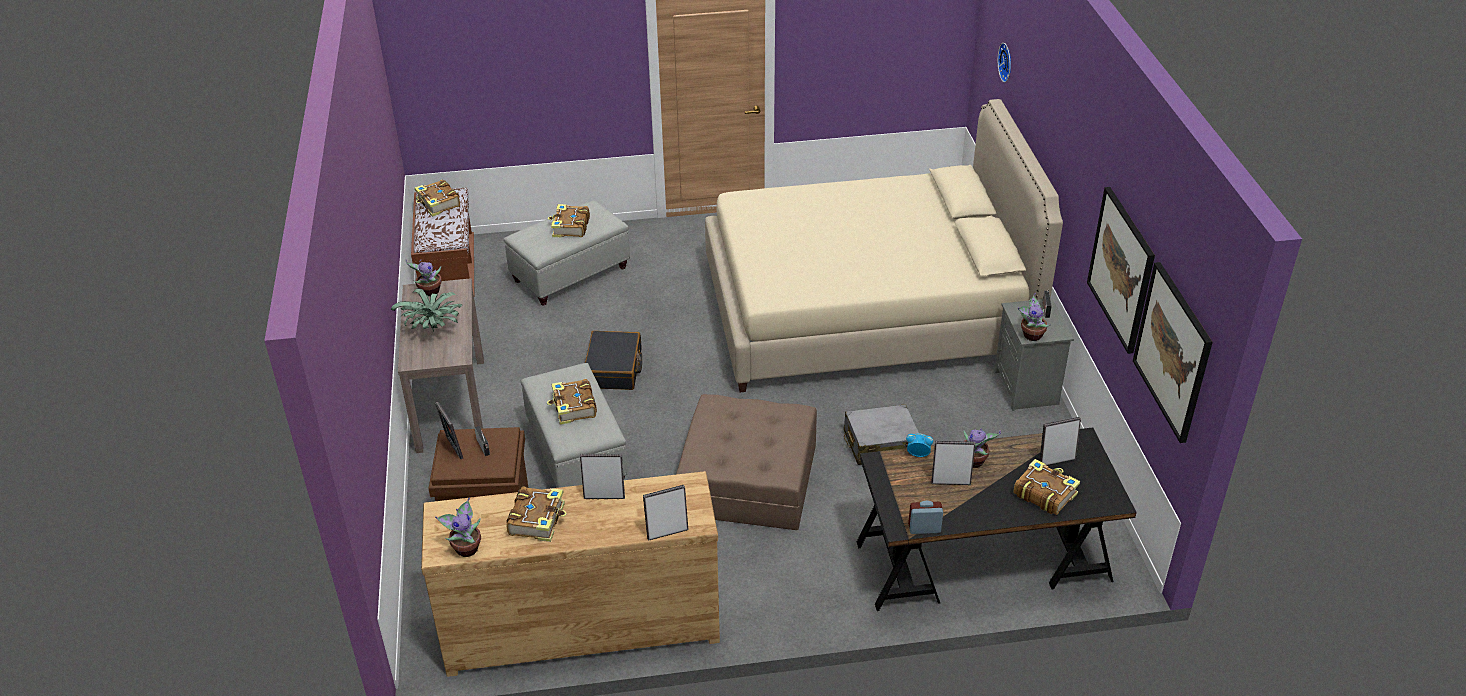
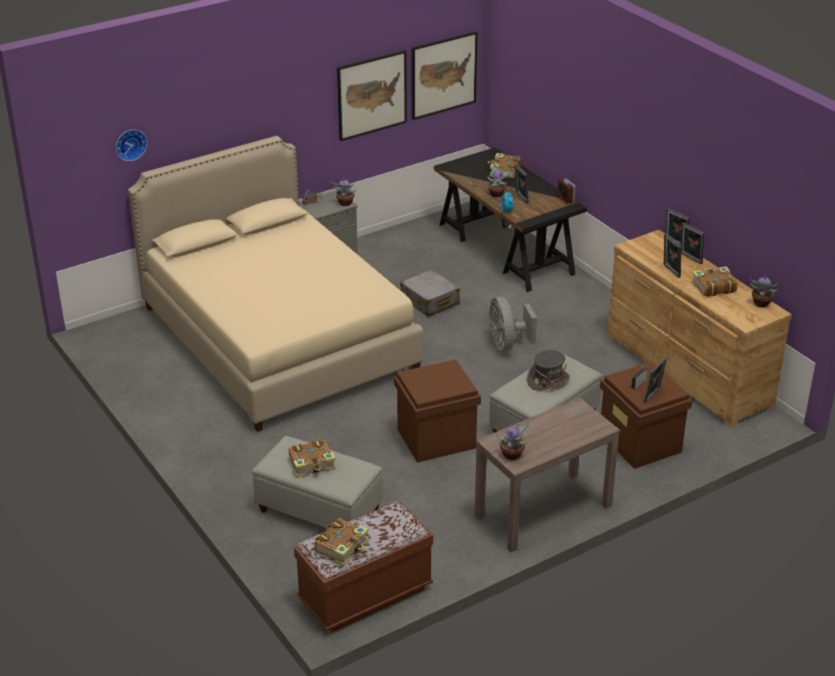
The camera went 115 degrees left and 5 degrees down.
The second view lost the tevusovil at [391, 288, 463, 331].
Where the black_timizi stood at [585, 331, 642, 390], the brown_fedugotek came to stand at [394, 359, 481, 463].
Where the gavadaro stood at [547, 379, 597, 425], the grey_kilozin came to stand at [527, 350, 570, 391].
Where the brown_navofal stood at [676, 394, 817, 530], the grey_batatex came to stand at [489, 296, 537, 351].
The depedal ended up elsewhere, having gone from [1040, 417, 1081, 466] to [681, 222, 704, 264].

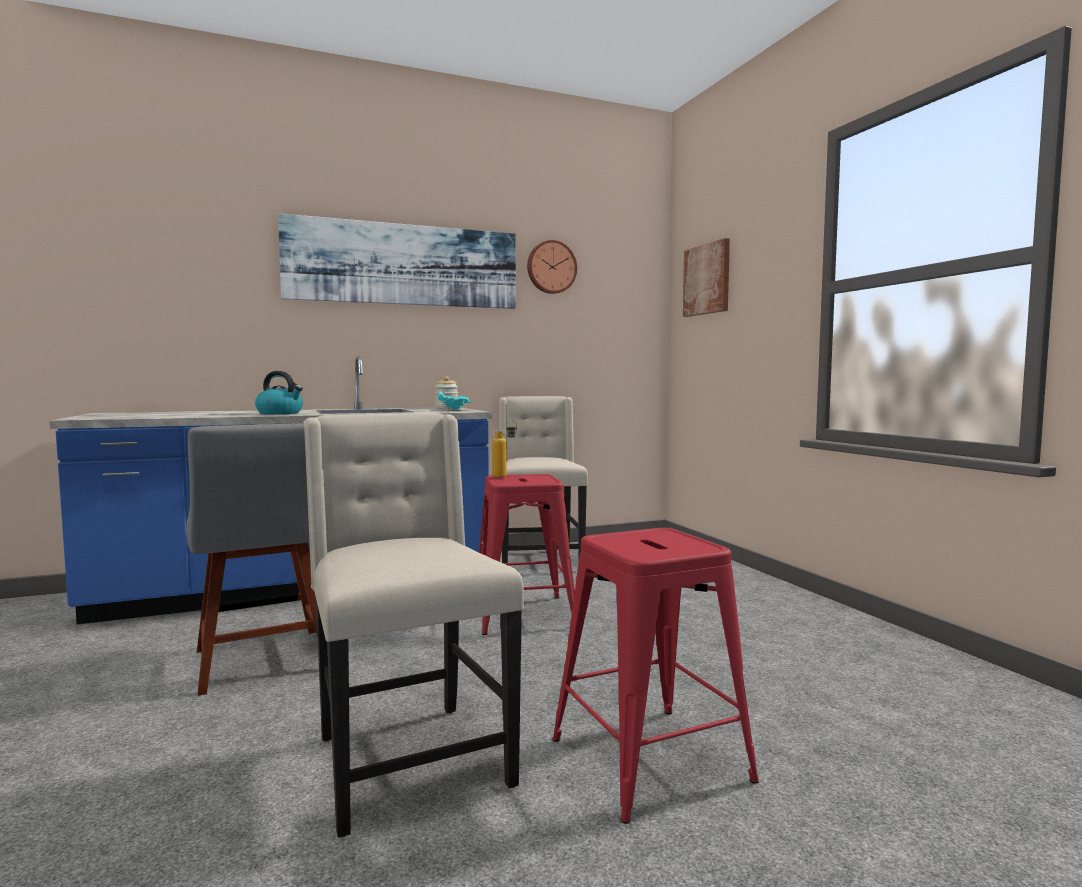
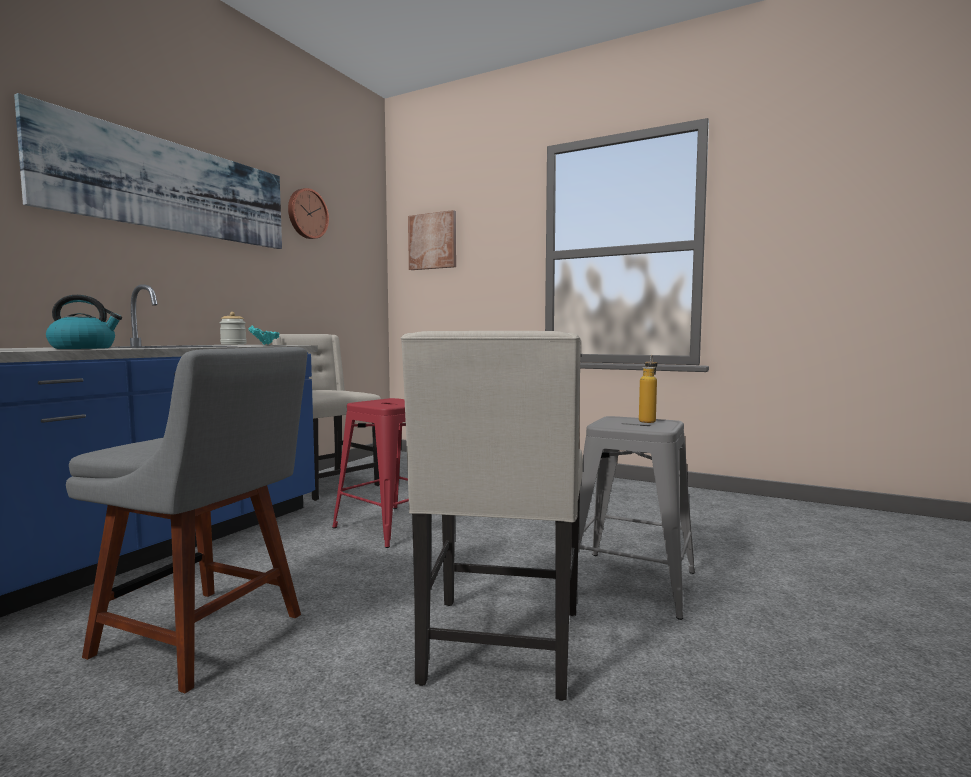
The camera went 40 degrees left and 0 degrees up.
The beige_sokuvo at [303, 413, 524, 838] ended up facing another way, 105 degrees counterclockwise from before.
The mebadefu ended up elsewhere, having gone from [492, 420, 517, 478] to [639, 355, 657, 423].
What was the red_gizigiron at [552, 528, 759, 824] turned into the grey_gizigiron at [578, 416, 695, 620].

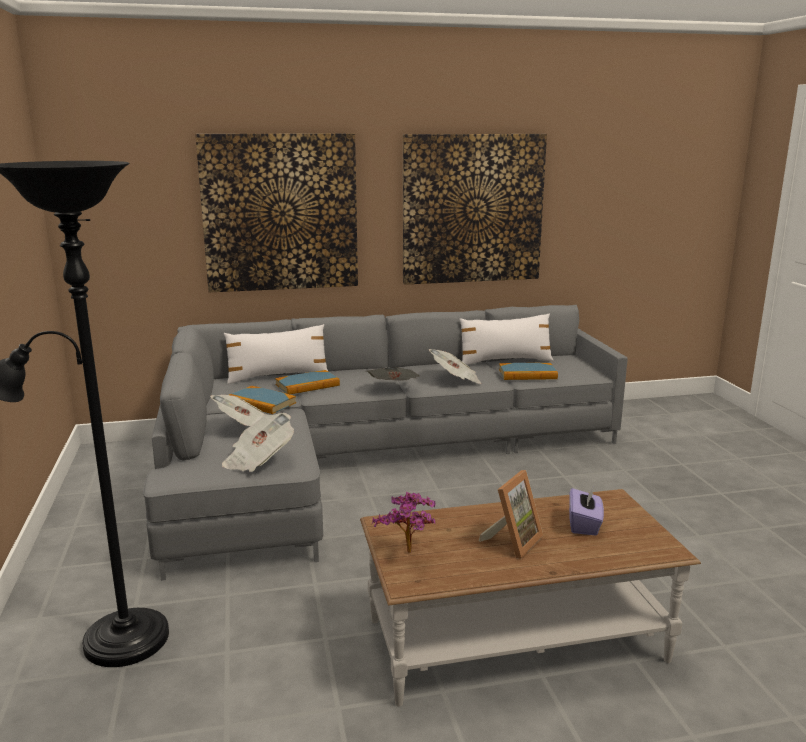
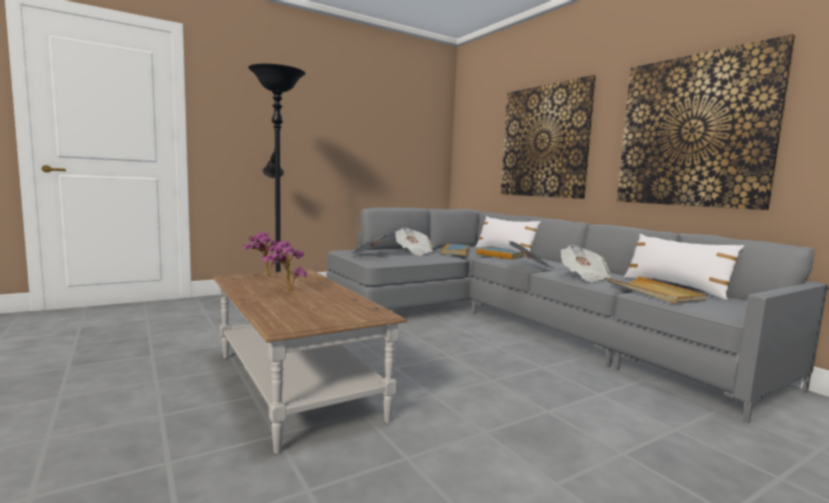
The camera went 70 degrees right and 10 degrees down.
Where the gavadaro stood at [499, 363, 558, 380], the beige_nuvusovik came to stand at [606, 276, 707, 304].
Where the depedal stood at [479, 470, 543, 558], the tevusovil came to stand at [262, 241, 307, 292].
The second view lost the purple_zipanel at [569, 487, 604, 536].

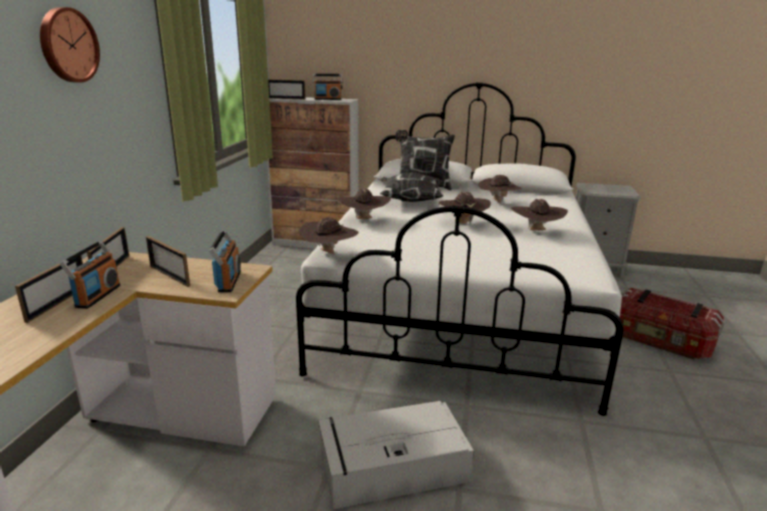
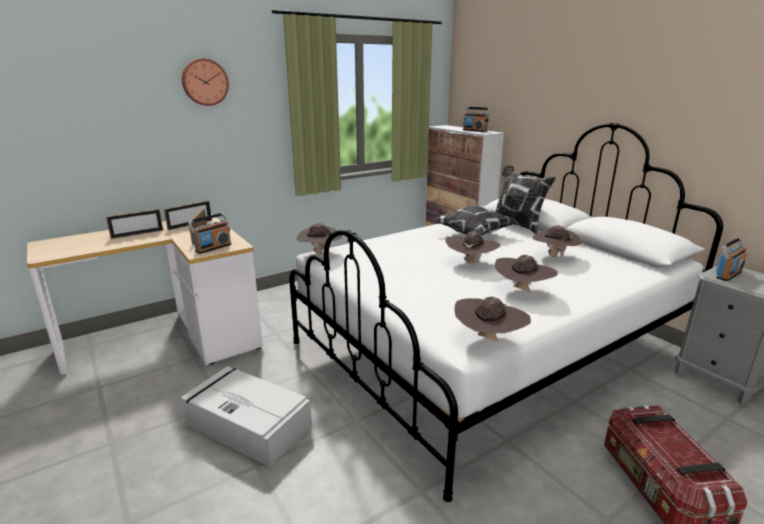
The camera went 45 degrees right and 0 degrees up.
The second view lost the depedal at [268, 79, 306, 99].
The brown_kilozin ended up elsewhere, having gone from [337, 189, 391, 219] to [454, 296, 531, 342].
The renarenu ended up elsewhere, having gone from [60, 241, 120, 309] to [716, 238, 747, 281].

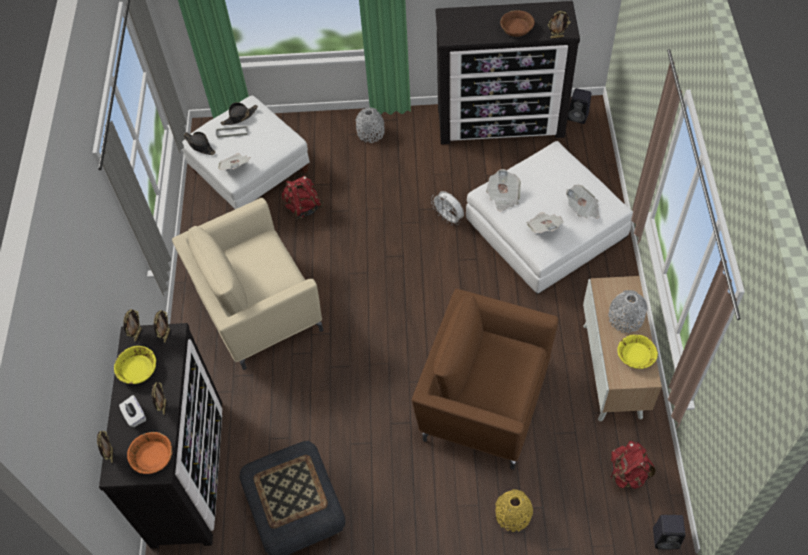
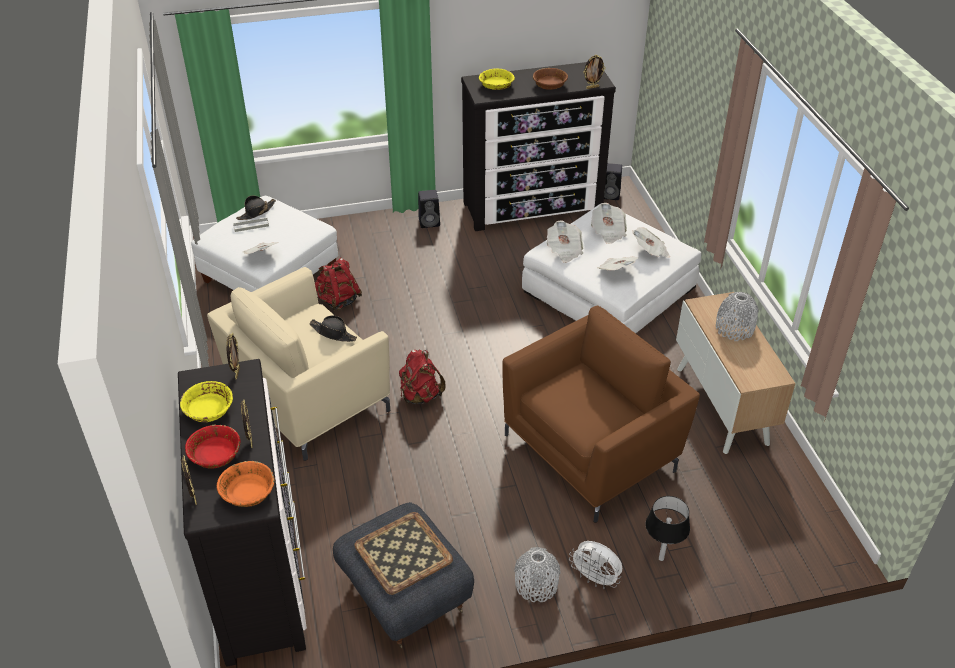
The camera went 15 degrees left and 15 degrees down.
The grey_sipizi ended up elsewhere, having gone from [355, 107, 384, 143] to [514, 547, 561, 602].
The black_kilozin ended up elsewhere, having gone from [184, 132, 215, 155] to [309, 315, 357, 342].
The white_batatex ended up elsewhere, having gone from [431, 191, 464, 225] to [569, 541, 622, 589].
The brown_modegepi at [412, 289, 558, 470] ended up facing another way, 135 degrees clockwise from before.
The second view lost the depedal at [123, 309, 142, 341].
The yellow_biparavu ended up elsewhere, having gone from [617, 334, 658, 369] to [479, 68, 515, 90].
Where the white_zipanel stood at [119, 395, 146, 427], the red_biparavu came to stand at [185, 425, 241, 469].
The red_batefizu ended up elsewhere, having gone from [610, 441, 656, 489] to [399, 349, 446, 404].
Where the yellow_sipizi stood at [496, 489, 533, 532], the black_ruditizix came to stand at [646, 496, 690, 561].
The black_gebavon ended up elsewhere, having gone from [653, 515, 685, 550] to [418, 190, 440, 228].
The second view gained the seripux at [591, 203, 627, 244].

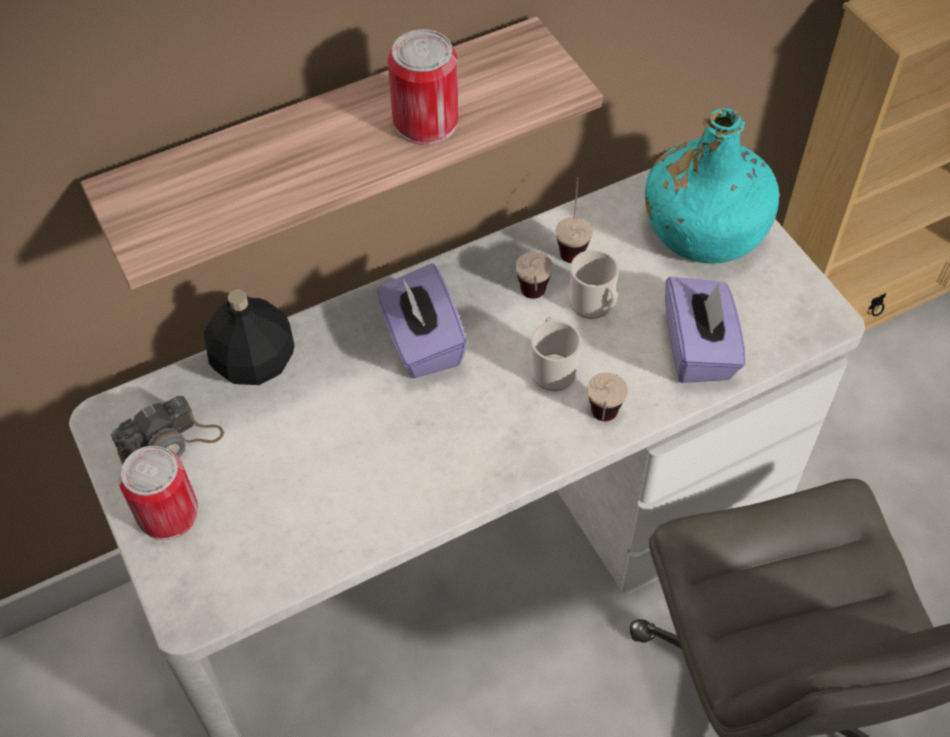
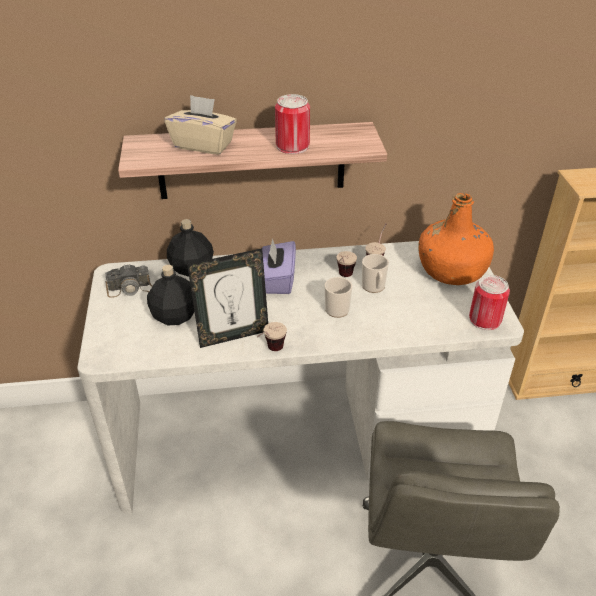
The camera went 20 degrees right and 15 degrees down.
What was the turquoise_mebadefu at [645, 108, 779, 264] turned into the orange_mebadefu at [418, 193, 494, 285].
The second view lost the purple_zipanel at [665, 276, 745, 383].
The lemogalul ended up elsewhere, having gone from [587, 372, 628, 421] to [257, 322, 287, 351].
The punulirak ended up elsewhere, having gone from [119, 446, 198, 540] to [469, 275, 510, 330].
The second view gained the beige_zipanel at [165, 95, 237, 155].
The second view gained the depedal at [187, 248, 268, 348].
The second view gained the black_mebadefu at [147, 265, 194, 325].

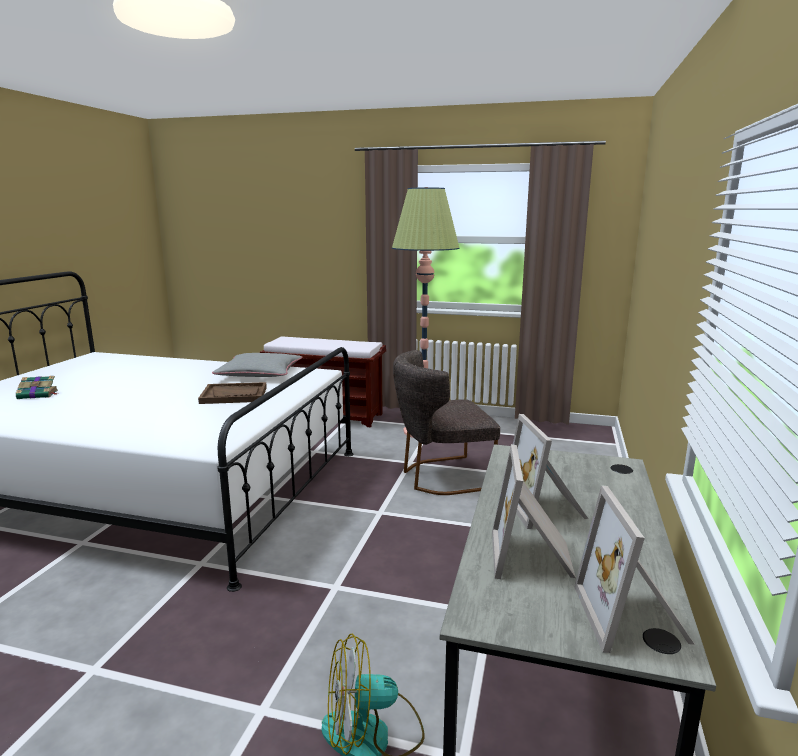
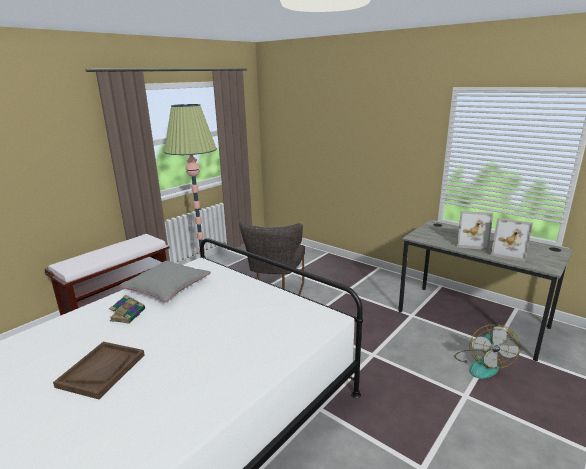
The camera went 65 degrees left and 5 degrees up.
The gavadaro ended up elsewhere, having gone from [16, 376, 58, 399] to [109, 295, 145, 324].
The brown_nuvusovik ended up elsewhere, having gone from [198, 382, 267, 404] to [53, 342, 145, 399].
The second view lost the depedal at [574, 485, 695, 653].

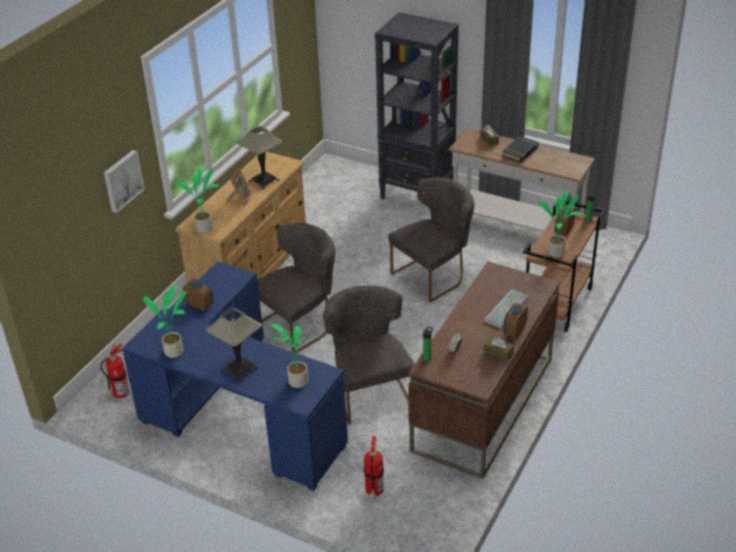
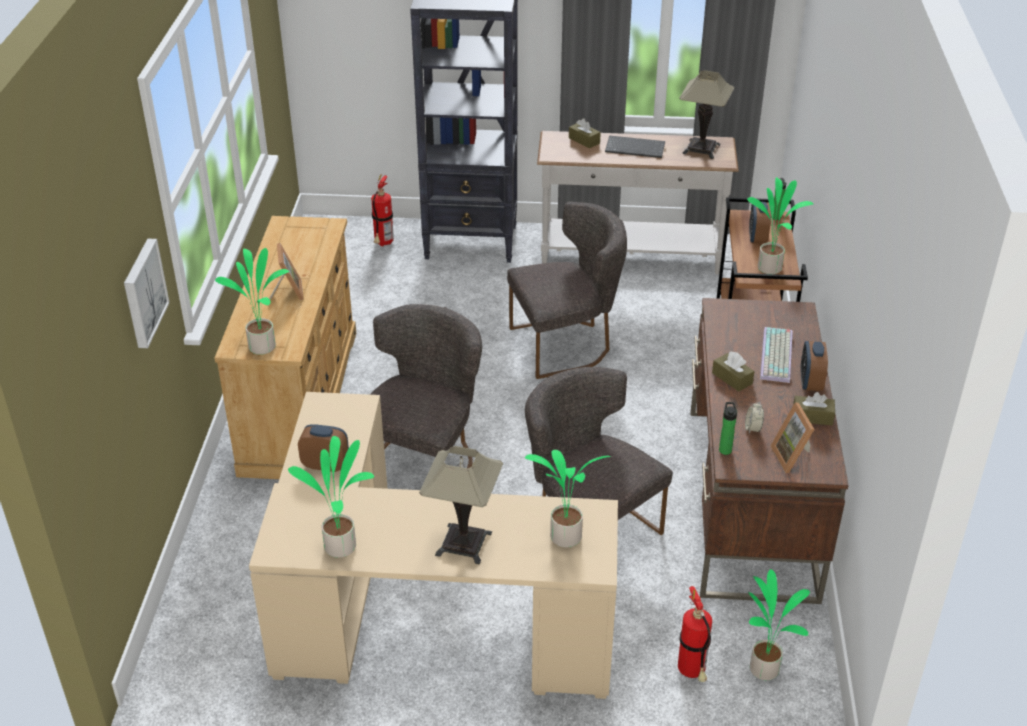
The camera went 25 degrees left and 0 degrees up.
The ruditizix ended up elsewhere, having gone from [238, 126, 283, 190] to [679, 70, 735, 159].
Where the black_gavadaro stood at [502, 136, 538, 163], the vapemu came to stand at [605, 135, 665, 158].
The grey_sokuvo at [389, 177, 475, 302] ended up facing another way, 45 degrees clockwise from before.
What was the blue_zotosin at [122, 261, 348, 491] turned into the beige_zotosin at [249, 392, 618, 699].
The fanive ended up elsewhere, having gone from [100, 344, 129, 398] to [371, 175, 394, 246].
The second view gained the brown_zipanel at [712, 351, 755, 392].
The second view gained the depedal at [771, 402, 814, 473].
The second view gained the tevusovil at [748, 569, 810, 680].

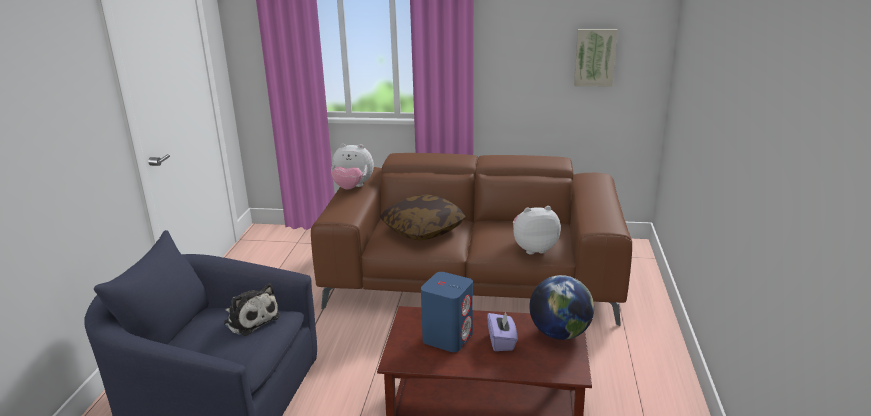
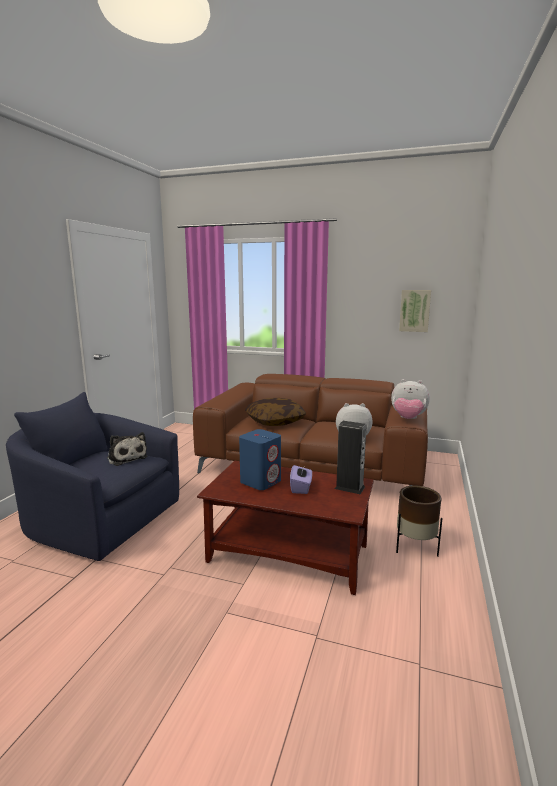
The camera went 10 degrees right and 10 degrees down.
The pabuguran ended up elsewhere, having gone from [331, 143, 374, 190] to [391, 379, 430, 419].
Where the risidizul stood at [529, 275, 594, 340], the gebavon came to stand at [335, 421, 367, 494].
The second view gained the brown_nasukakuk at [396, 486, 443, 556].

